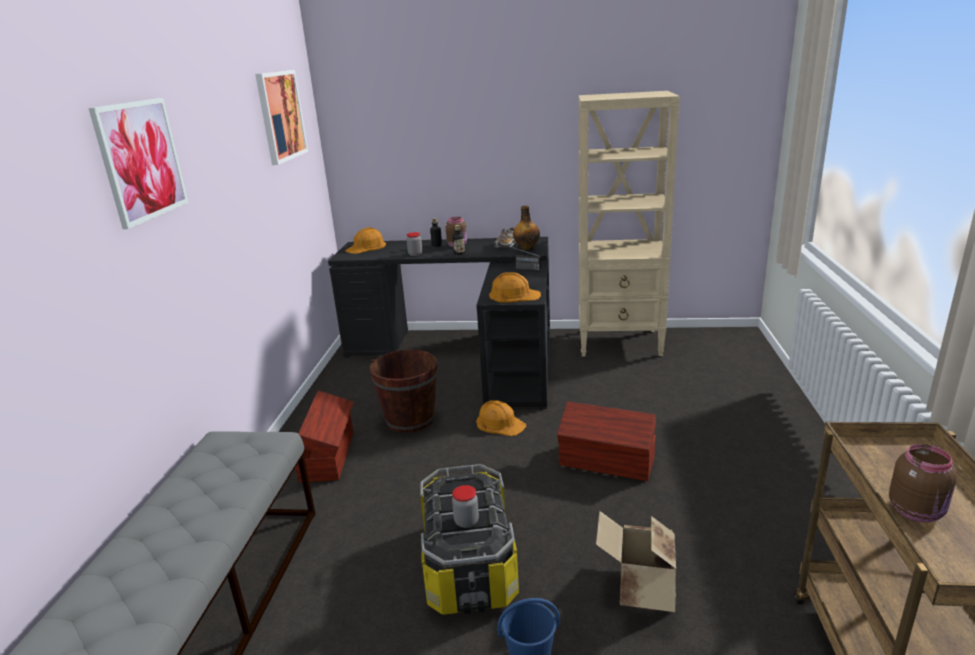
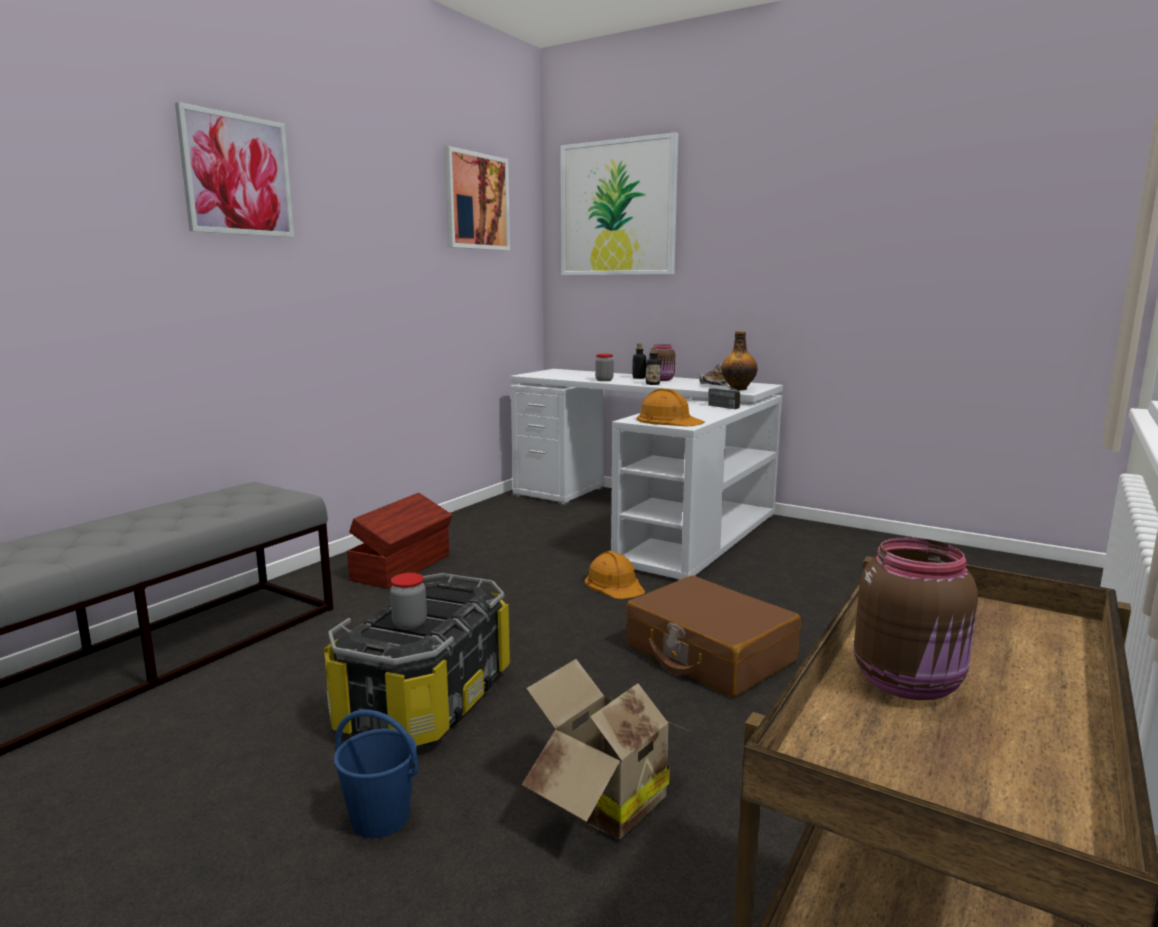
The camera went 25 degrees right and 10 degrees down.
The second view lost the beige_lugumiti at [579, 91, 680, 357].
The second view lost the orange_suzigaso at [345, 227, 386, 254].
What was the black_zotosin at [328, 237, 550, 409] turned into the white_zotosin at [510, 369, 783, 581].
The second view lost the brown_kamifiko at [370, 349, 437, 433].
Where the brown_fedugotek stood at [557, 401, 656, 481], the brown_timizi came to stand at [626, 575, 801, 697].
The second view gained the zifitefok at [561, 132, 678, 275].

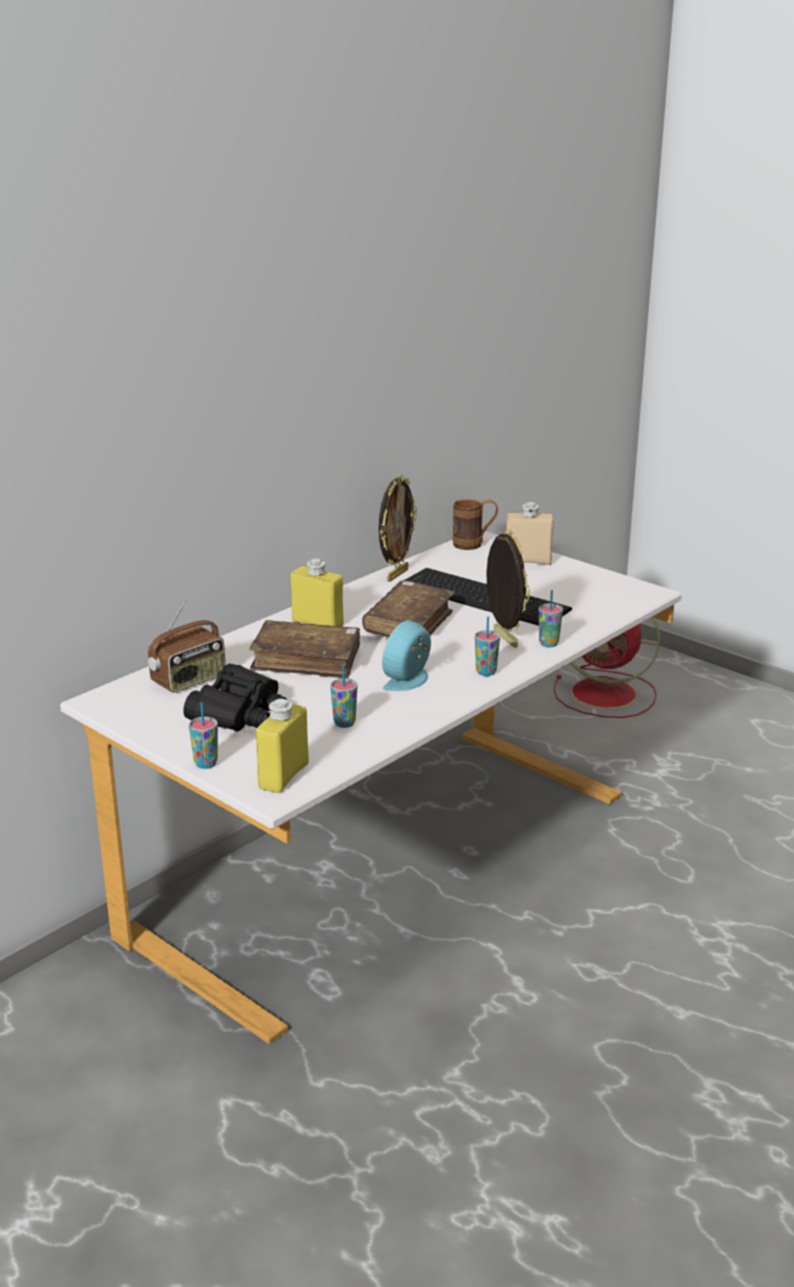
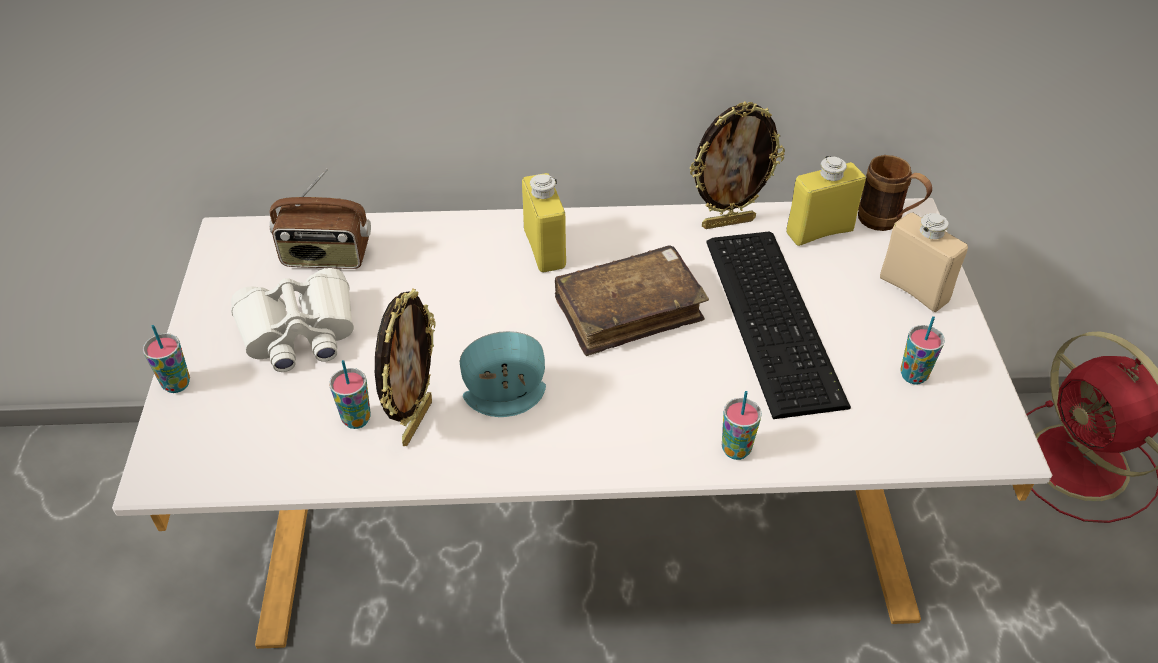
The camera went 45 degrees right and 20 degrees up.
The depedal ended up elsewhere, having gone from [486, 529, 530, 648] to [375, 288, 436, 446].
The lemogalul ended up elsewhere, having gone from [475, 617, 500, 676] to [901, 316, 945, 385].
The second view lost the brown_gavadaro at [249, 620, 360, 679].
What was the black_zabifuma at [183, 664, 287, 731] turned into the white_zabifuma at [231, 268, 354, 372].
The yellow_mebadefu ended up elsewhere, having gone from [256, 699, 309, 793] to [786, 156, 866, 246].

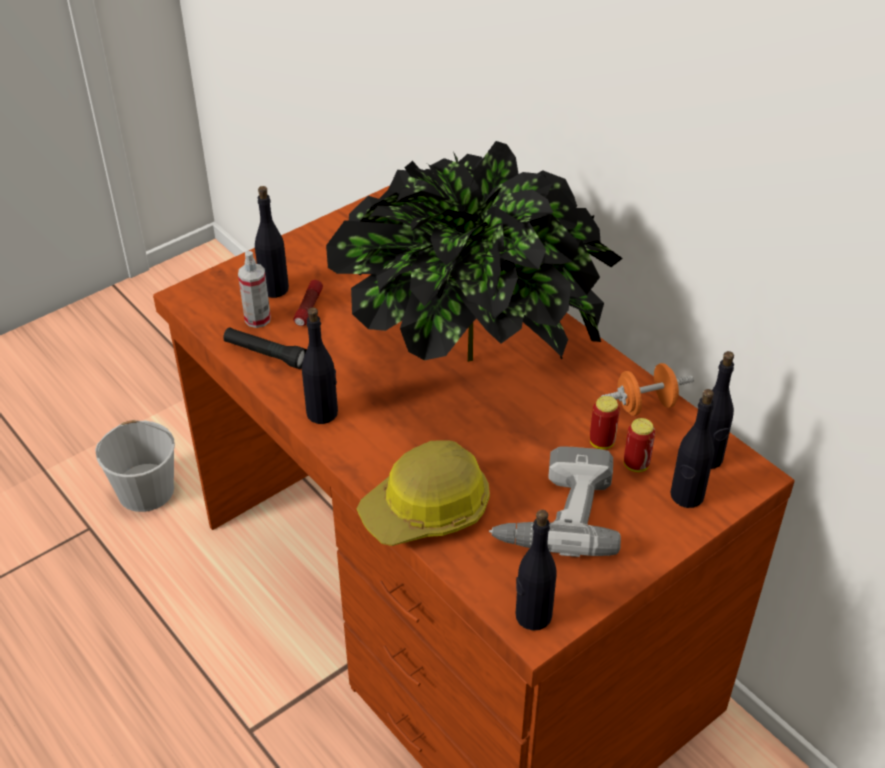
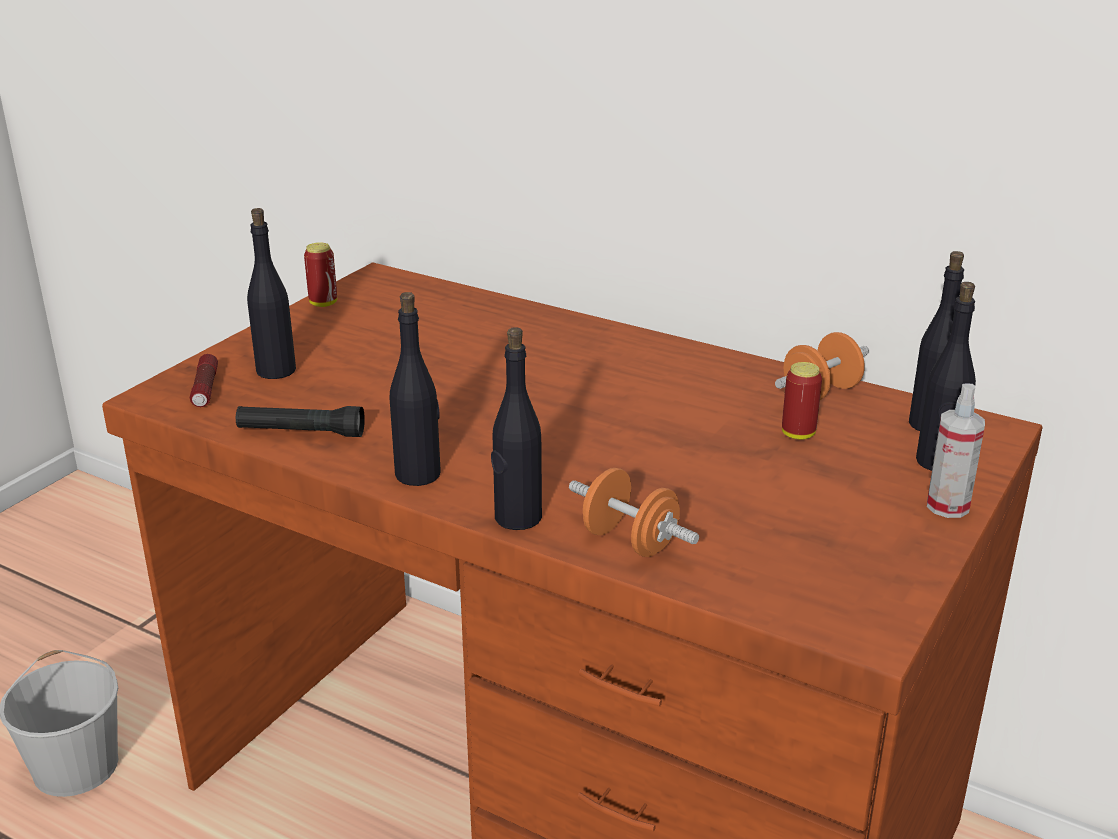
The camera went 20 degrees left and 15 degrees down.
The second view lost the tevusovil at [326, 141, 623, 362].
The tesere ended up elsewhere, having gone from [238, 251, 271, 328] to [927, 384, 985, 518].
The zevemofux ended up elsewhere, having gone from [293, 280, 323, 326] to [190, 354, 218, 407].
The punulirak ended up elsewhere, having gone from [624, 418, 655, 472] to [304, 242, 337, 307].
Where the suzigaso stood at [357, 440, 490, 546], the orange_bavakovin came to stand at [569, 468, 699, 557].
The second view lost the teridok at [489, 446, 621, 557].
The black_mebadefu ended up elsewhere, having gone from [516, 510, 557, 631] to [491, 327, 542, 530].

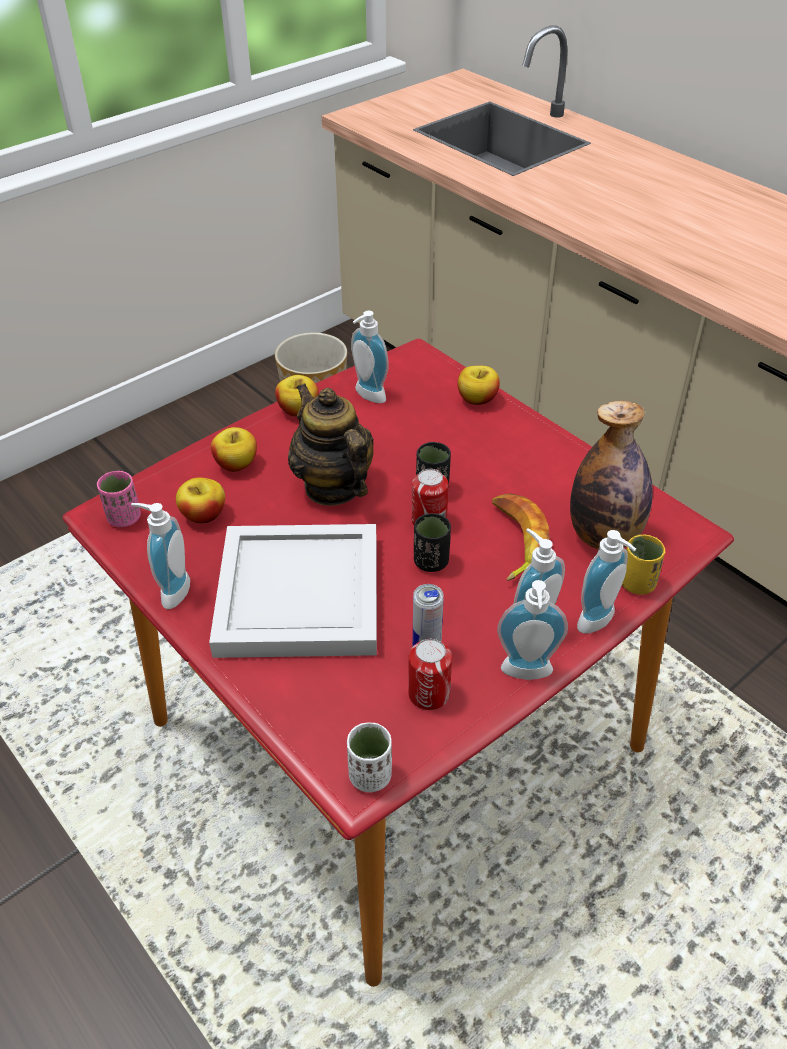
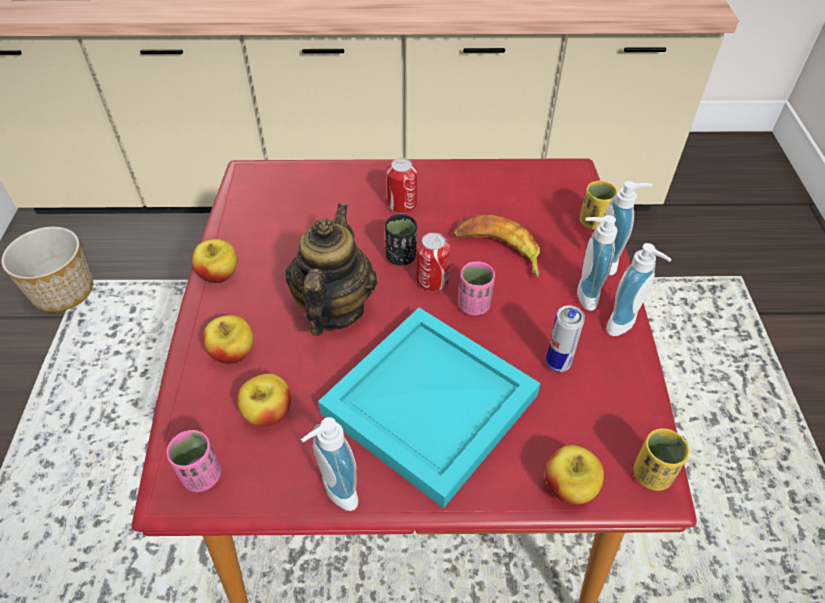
The camera went 50 degrees left and 5 degrees up.
The second view lost the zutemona at [351, 311, 389, 403].
The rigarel ended up elsewhere, having gone from [458, 365, 500, 405] to [545, 445, 604, 505].
The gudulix at [288, 383, 374, 506] ended up facing another way, 90 degrees clockwise from before.
The second view lost the mebadefu at [570, 401, 653, 550].
What was the black_lemogalul at [414, 513, 451, 572] turned into the pink_lemogalul at [458, 261, 495, 315].
What was the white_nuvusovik at [209, 524, 377, 658] turned into the turquoise_nuvusovik at [318, 308, 541, 508].
The punulirak ended up elsewhere, having gone from [408, 639, 452, 710] to [386, 158, 417, 213].
What was the white_lemogalul at [347, 723, 392, 792] turned into the yellow_lemogalul at [633, 428, 689, 491].

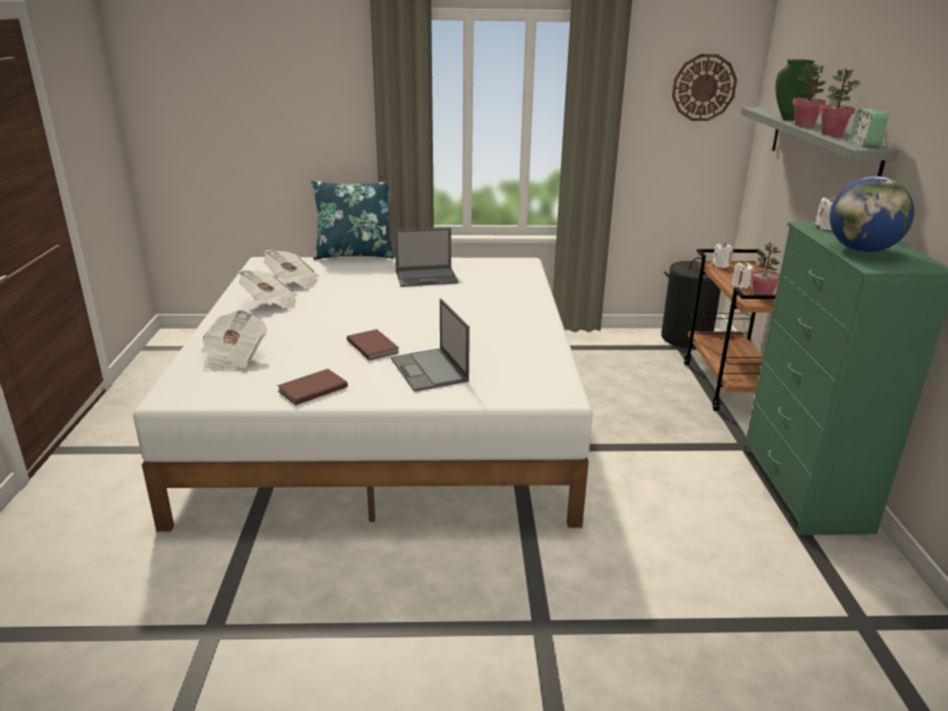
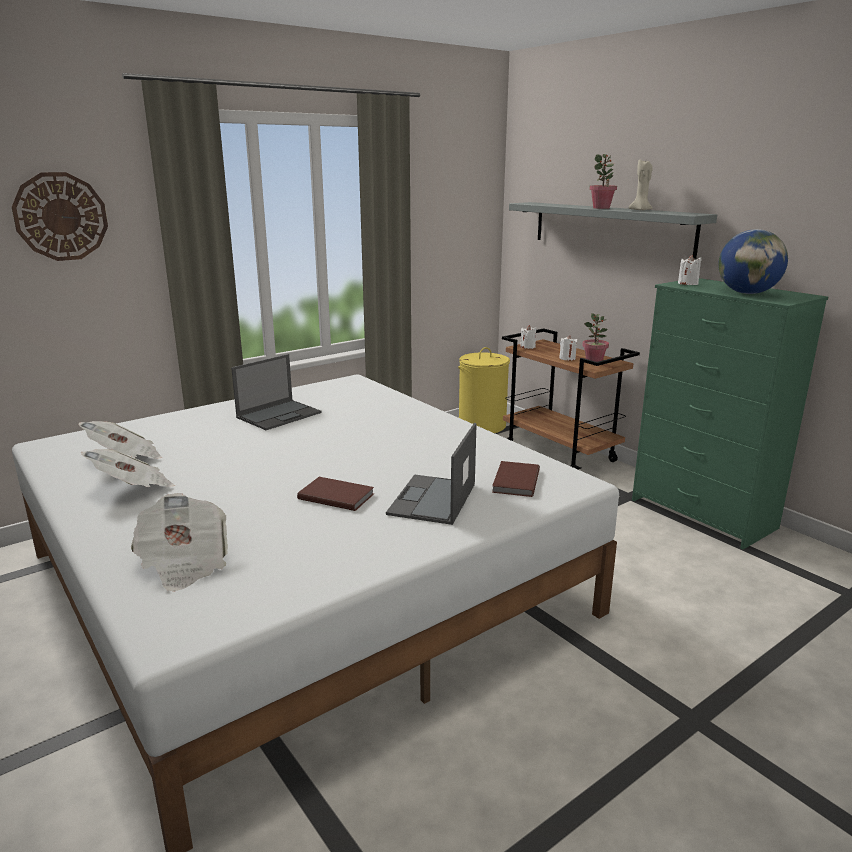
The camera went 35 degrees left and 5 degrees down.
The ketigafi ended up elsewhere, having gone from [672, 54, 737, 121] to [12, 172, 108, 261].
The second view lost the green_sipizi at [775, 59, 819, 121].
Where the tevusovil stood at [819, 69, 861, 136], the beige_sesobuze came to stand at [629, 159, 653, 210].
The second view lost the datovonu at [850, 109, 888, 147].
The second view lost the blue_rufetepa at [311, 180, 394, 260].
What was the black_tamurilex at [661, 257, 721, 349] turned into the yellow_tamurilex at [458, 347, 510, 433].
The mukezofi at [391, 299, 470, 392] ended up facing another way, 75 degrees clockwise from before.
The brown_gavadaro ended up elsewhere, having gone from [277, 369, 348, 405] to [492, 461, 540, 497].

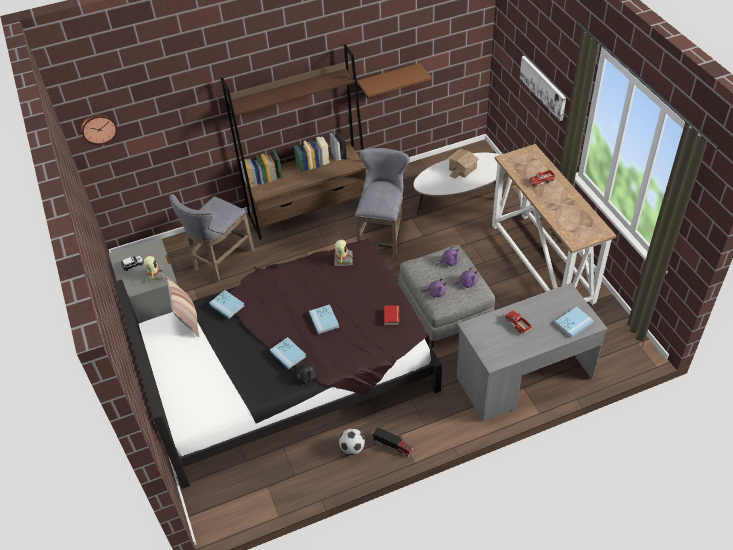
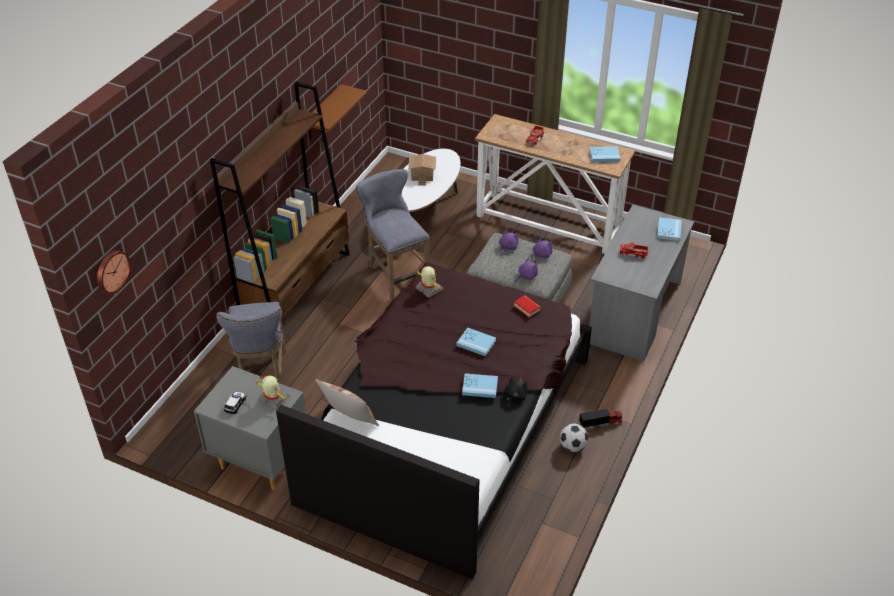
The camera went 45 degrees left and 5 degrees down.
The second view lost the zifitefok at [519, 56, 566, 121].
The blue_gavadaro ended up elsewhere, having gone from [209, 290, 245, 319] to [590, 146, 620, 162].

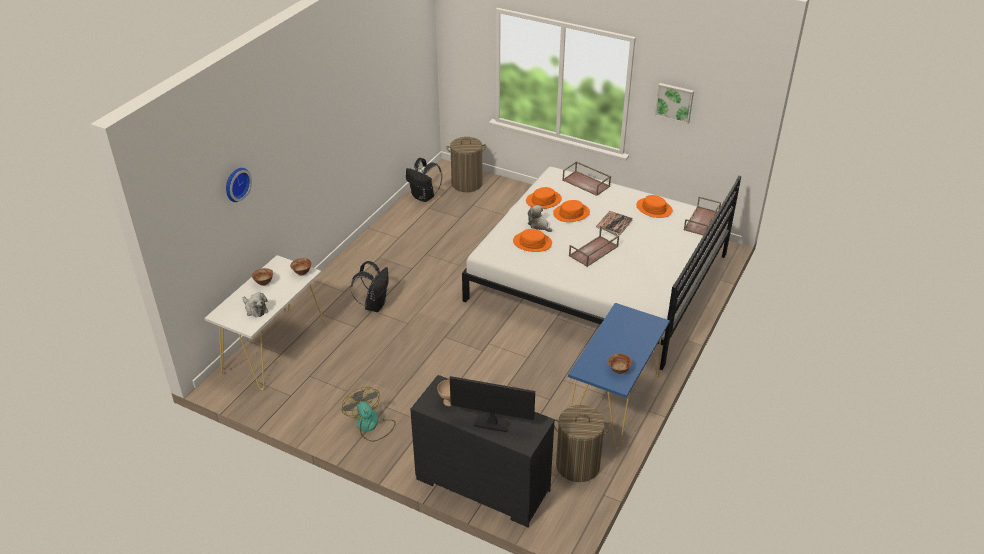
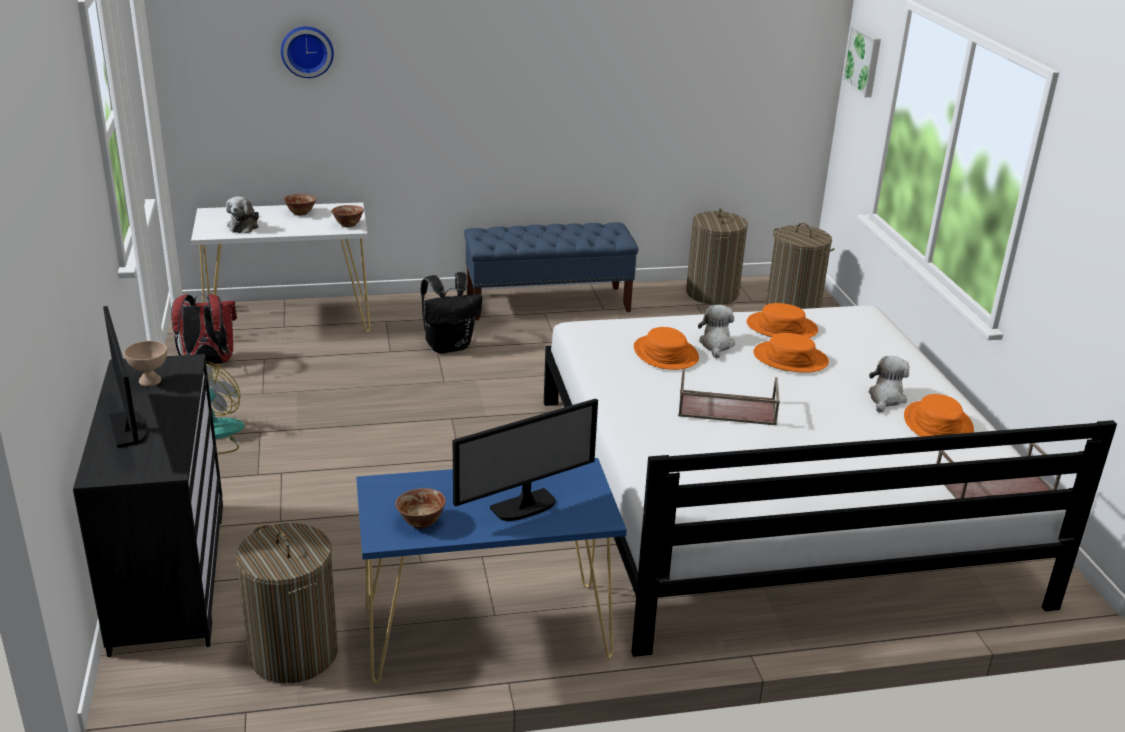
The camera went 50 degrees right and 10 degrees down.
The zifitefok ended up elsewhere, having gone from [655, 83, 694, 124] to [842, 25, 881, 97].
Where the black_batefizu stood at [406, 158, 442, 202], the tamurilex came to stand at [686, 208, 748, 305].
The second view lost the brown_nuvusovik at [562, 161, 611, 196].
The second view lost the gavadaro at [596, 211, 633, 235].
The second view gained the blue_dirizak at [464, 222, 638, 320].
The second view gained the red_batefizu at [171, 294, 237, 364].
The second view gained the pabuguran at [869, 356, 910, 413].
The second view gained the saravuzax at [453, 398, 598, 521].

